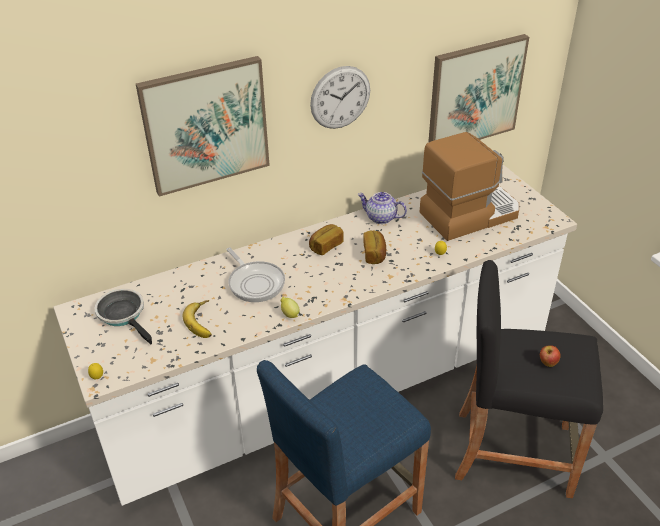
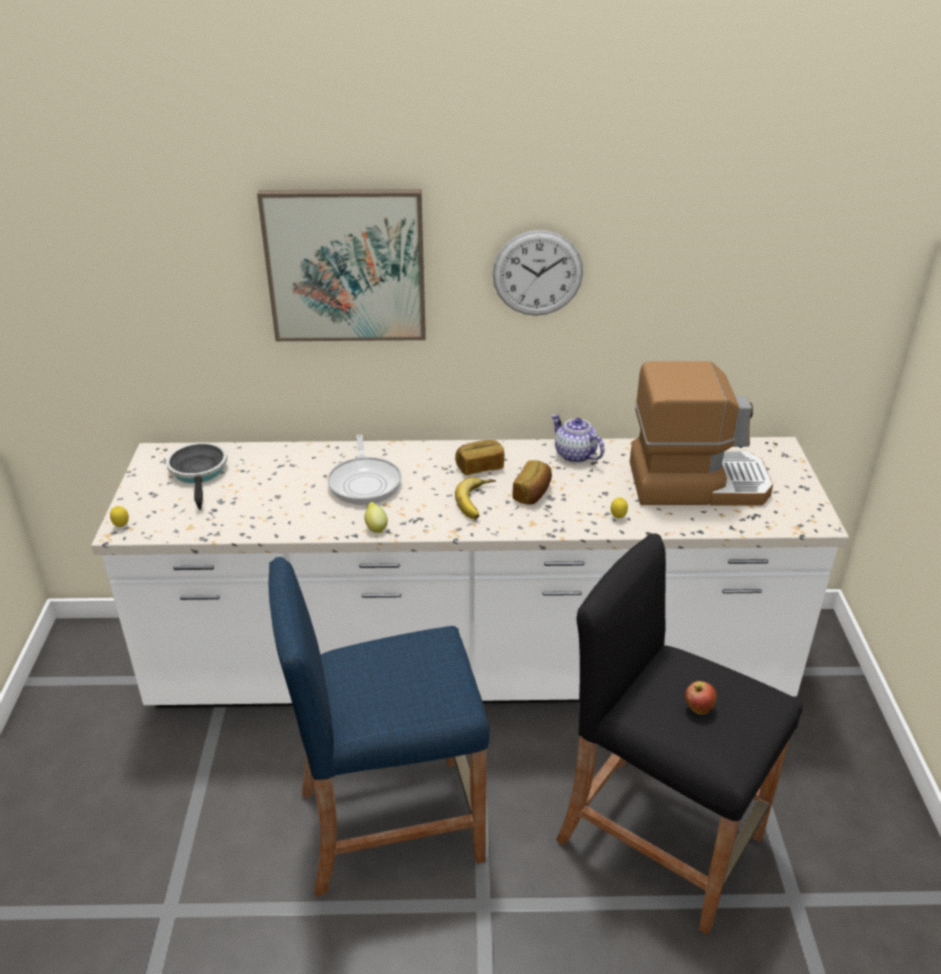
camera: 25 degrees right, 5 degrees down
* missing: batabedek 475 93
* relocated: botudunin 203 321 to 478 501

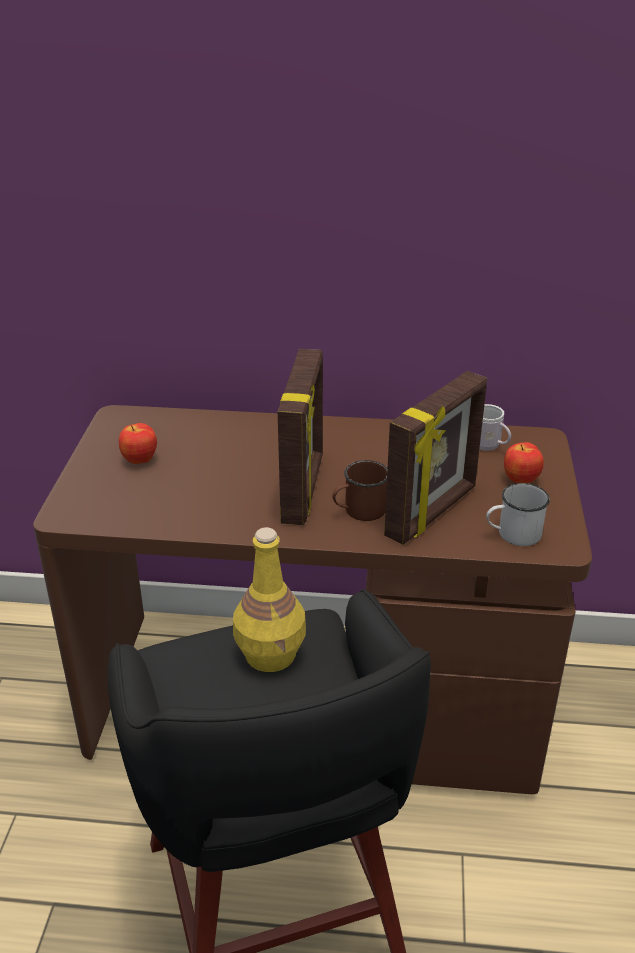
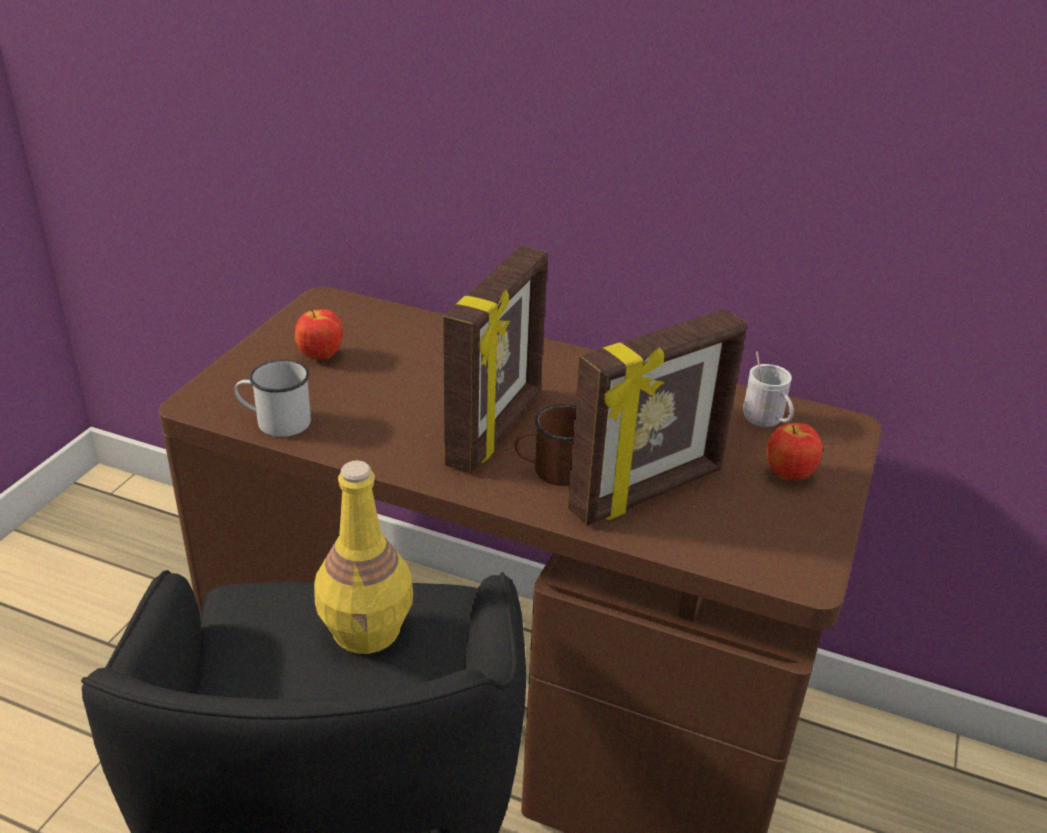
camera: 15 degrees right, 0 degrees up
* relocated: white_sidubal 513 534 to 275 422

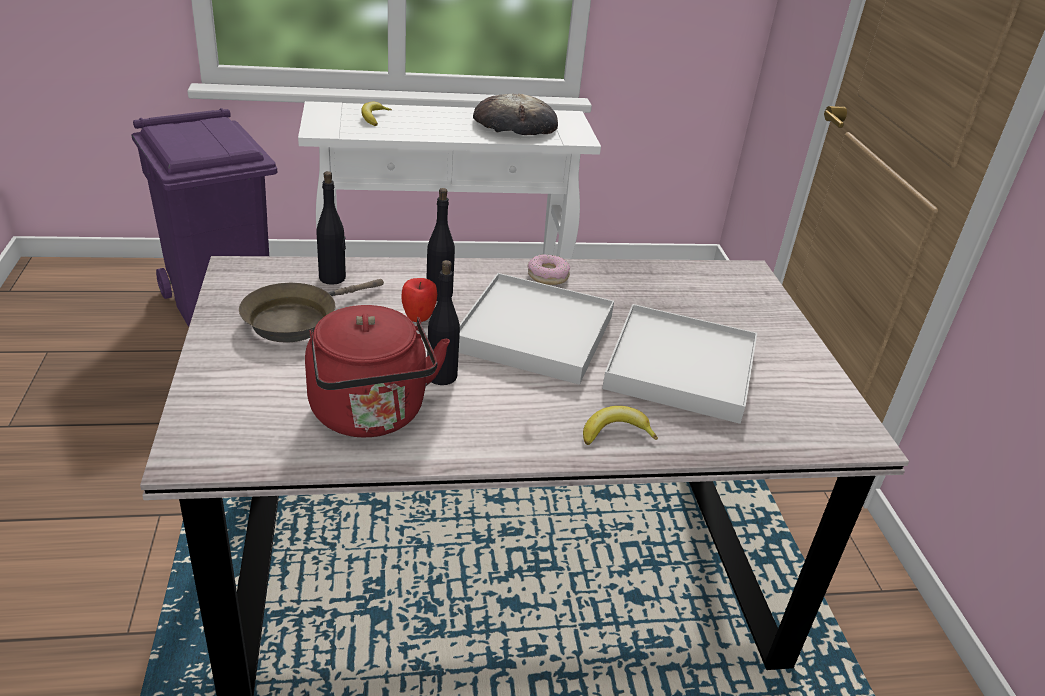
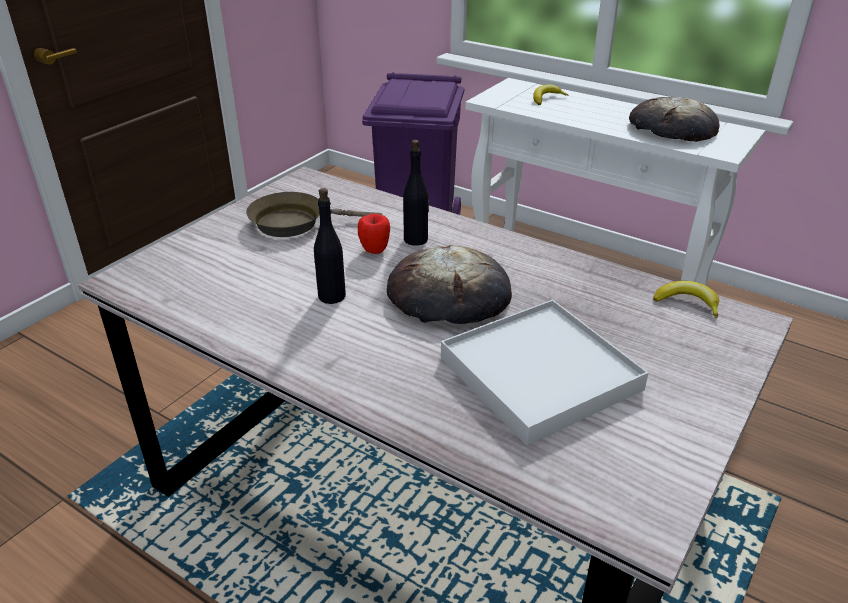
camera: 45 degrees right, 0 degrees up
* missing: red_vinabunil 371 415
* missing: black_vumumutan 332 278
* missing: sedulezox 548 276
* relocated: botudunin 615 432 to 687 303
* exchanged: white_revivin 535 333 to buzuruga 448 294

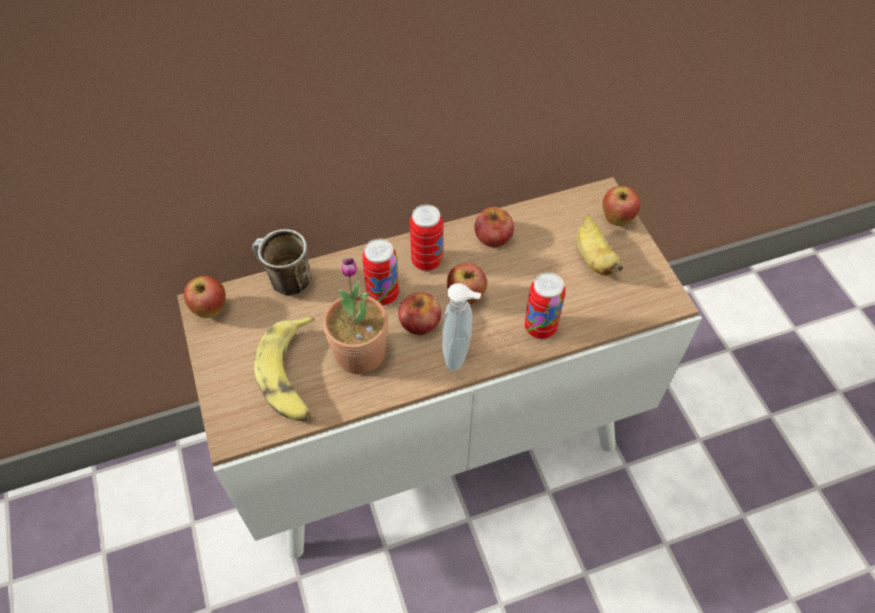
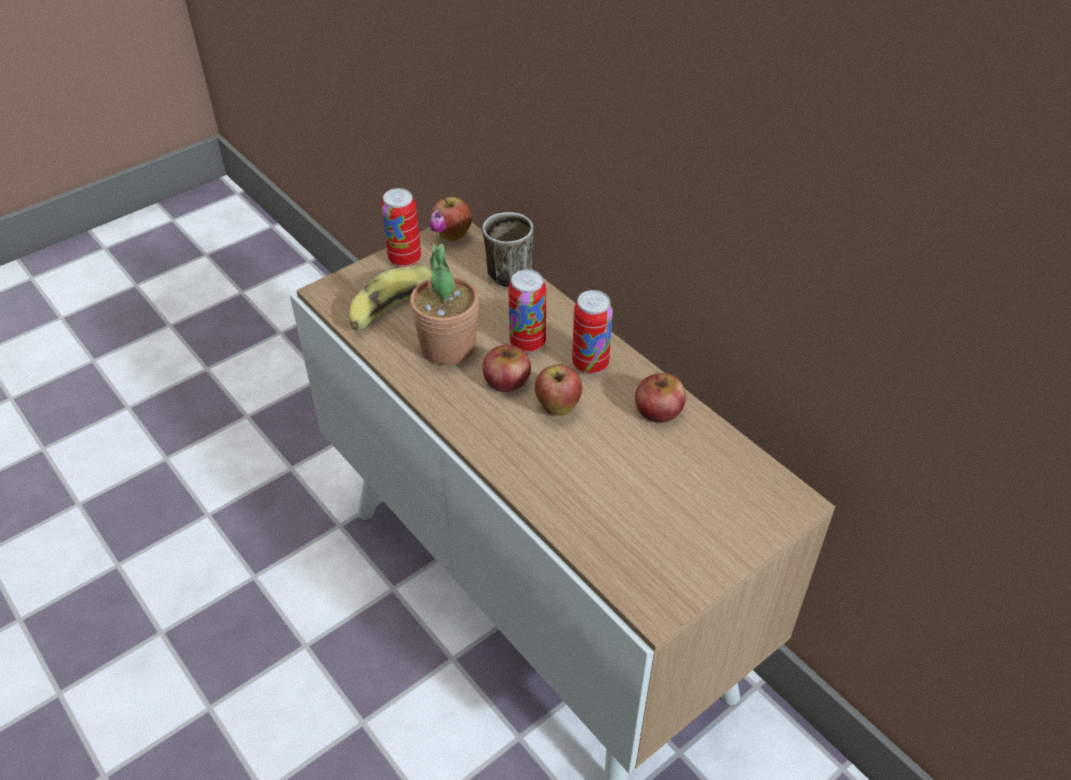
camera: 70 degrees right, 10 degrees down
* missing: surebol 459 354
* missing: botudunin 593 258
* missing: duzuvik 617 219
* relocated: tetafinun 540 327 to 405 259

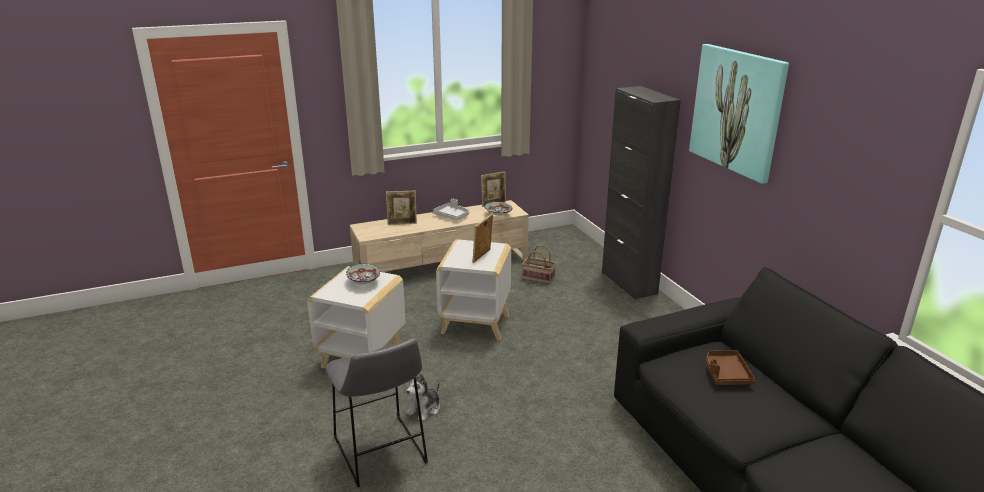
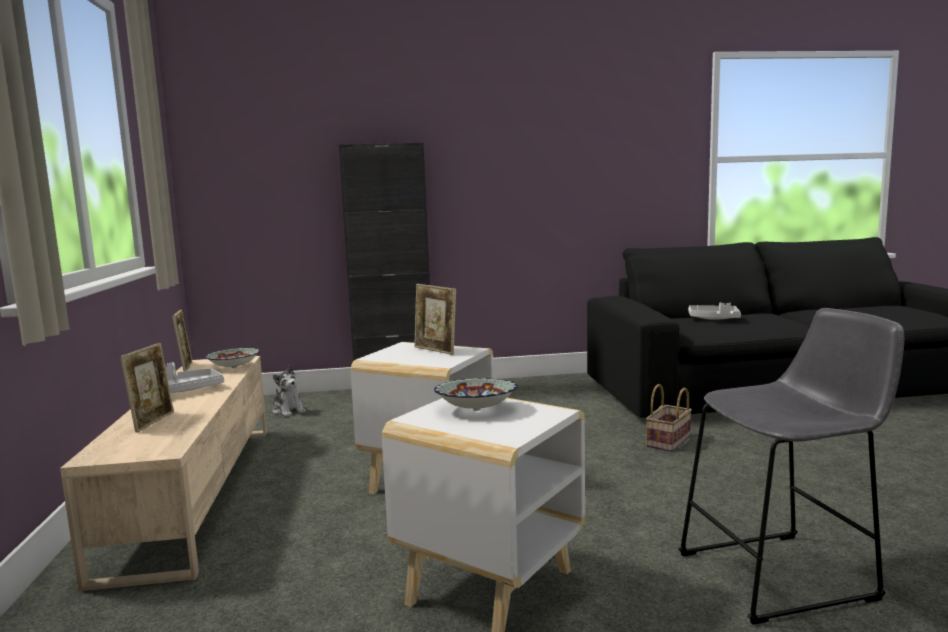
camera: 75 degrees left, 15 degrees down
* missing: batabedek 737 110
* relocated: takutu 424 409 to 288 411
* relocated: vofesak 537 279 to 669 442
* colour: brown_revivin 726 374 to grey_revivin 714 319

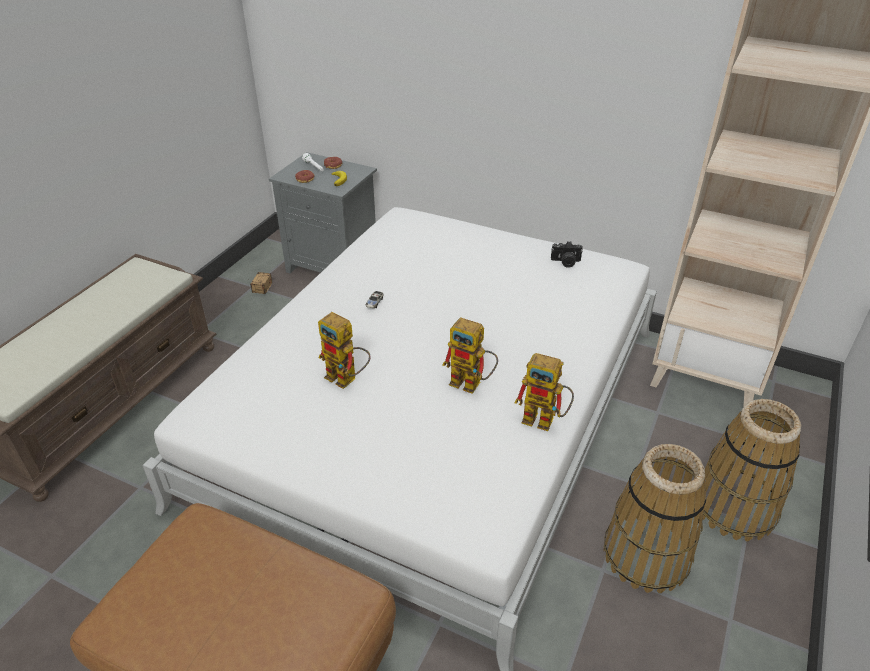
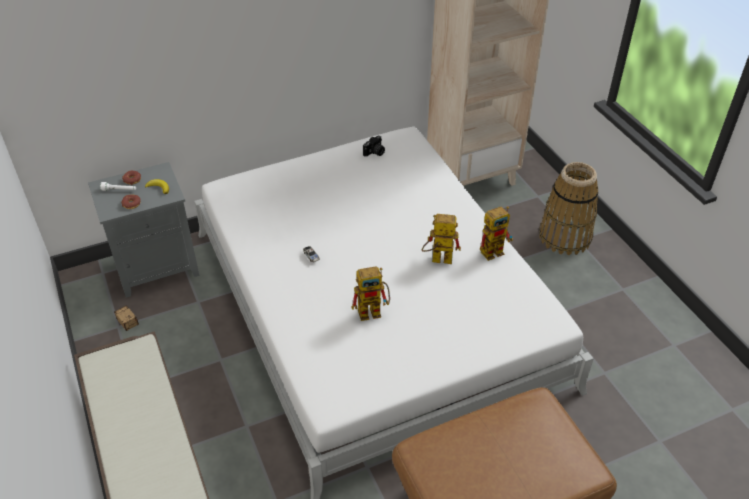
camera: 50 degrees left, 5 degrees up
* missing: vofesak 646 555
* spun: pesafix 472 384 = 437 259 150 degrees counterclockwise

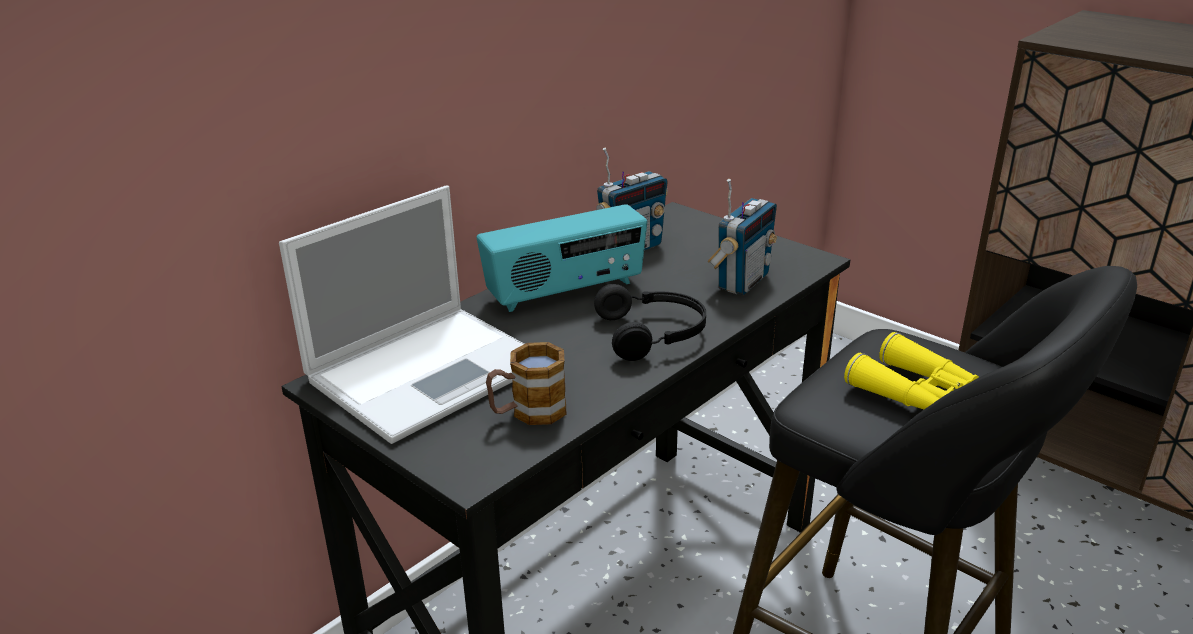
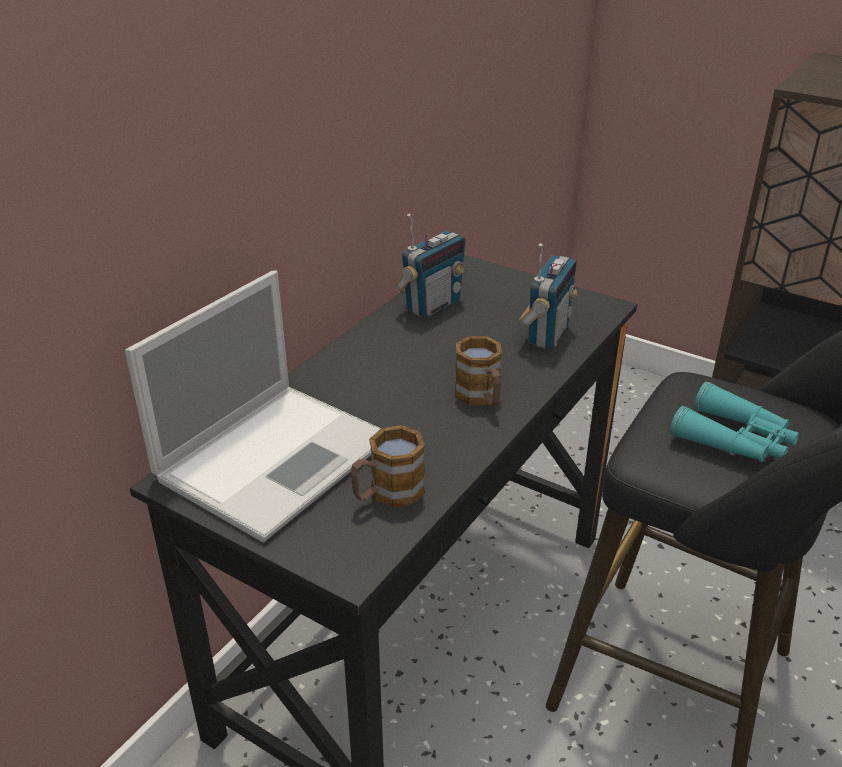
camera: 10 degrees left, 5 degrees up
* missing: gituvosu 566 292
* exchanged: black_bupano 653 334 to sidubal 481 398
* colour: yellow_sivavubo 917 394 to turquoise_sivavubo 735 440

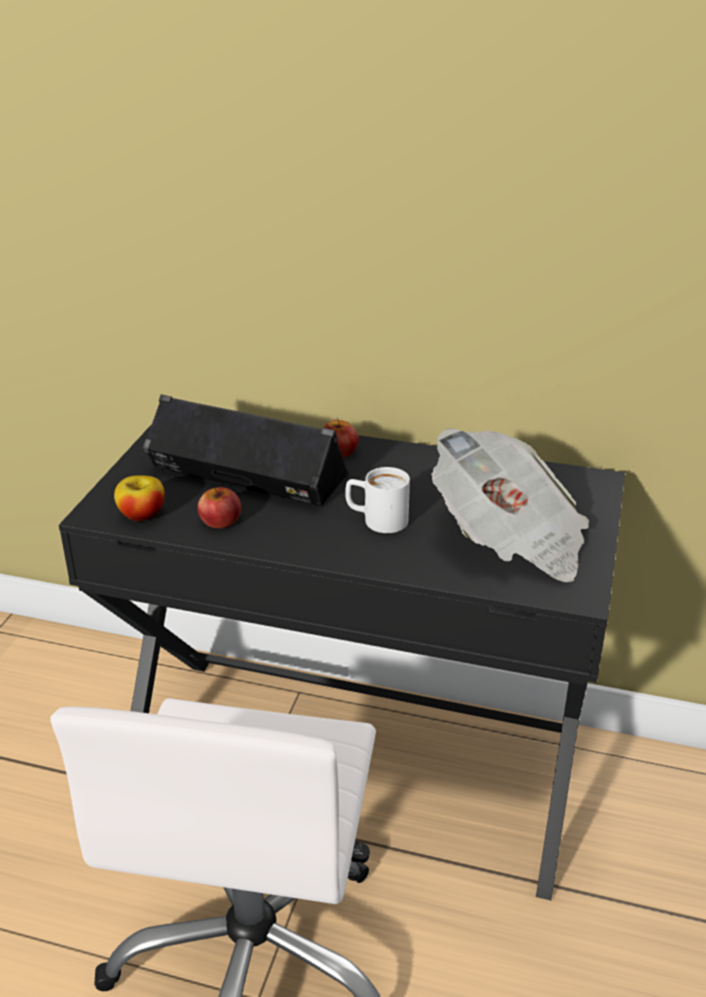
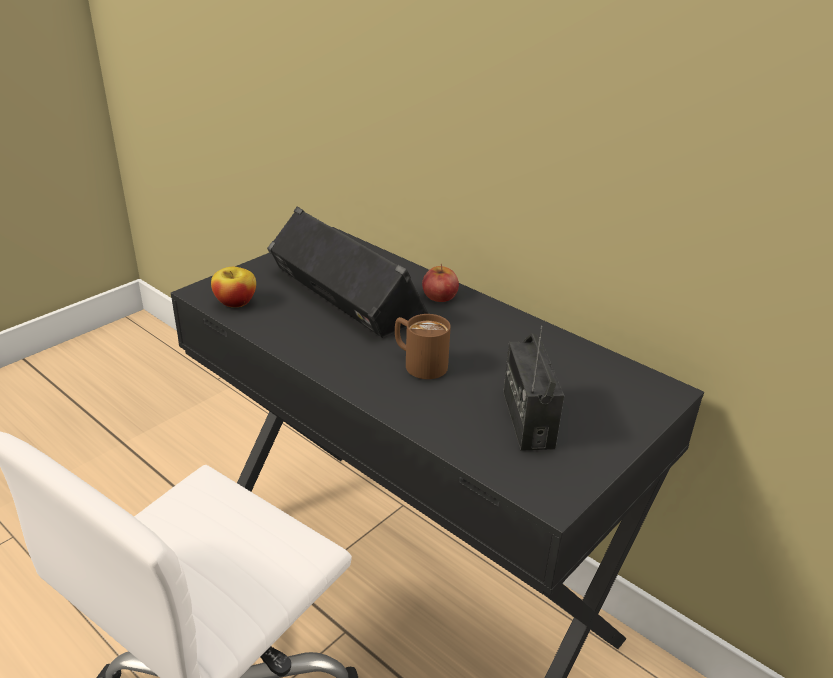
camera: 25 degrees right, 0 degrees up
* missing: duzuvik 220 520
* exchanged: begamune 510 540 to gituvosu 527 420
* colour: white_sidubal 376 520 to brown_sidubal 418 363

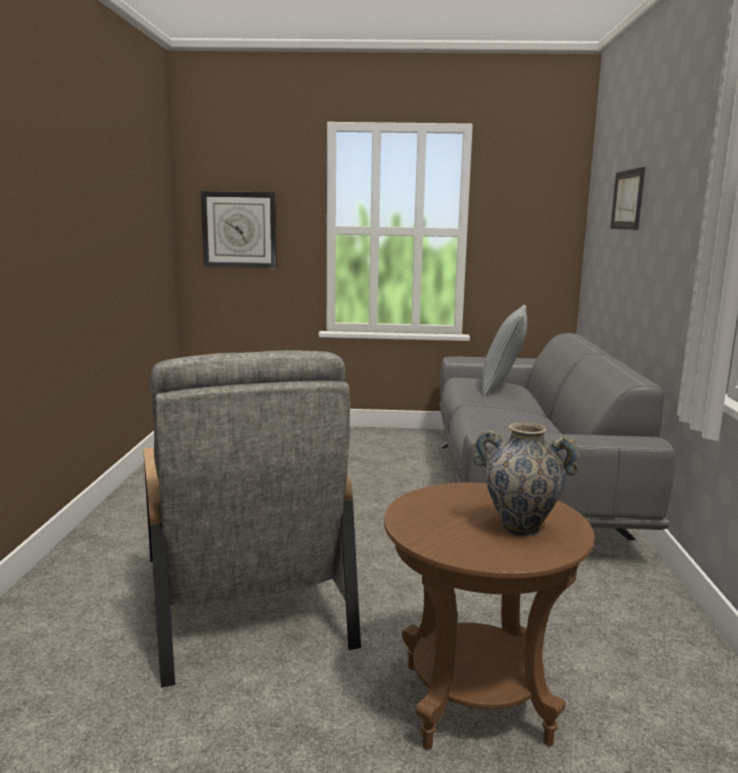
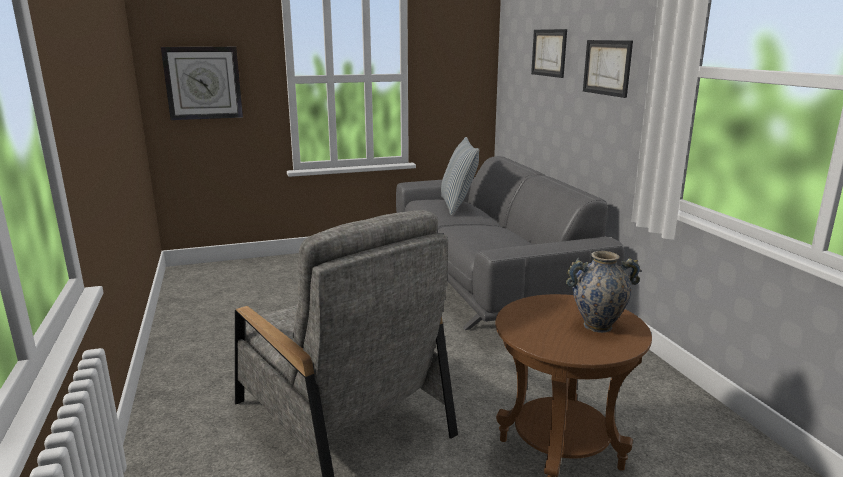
camera: 20 degrees left, 5 degrees up
* appeared: batabedek 607 67

